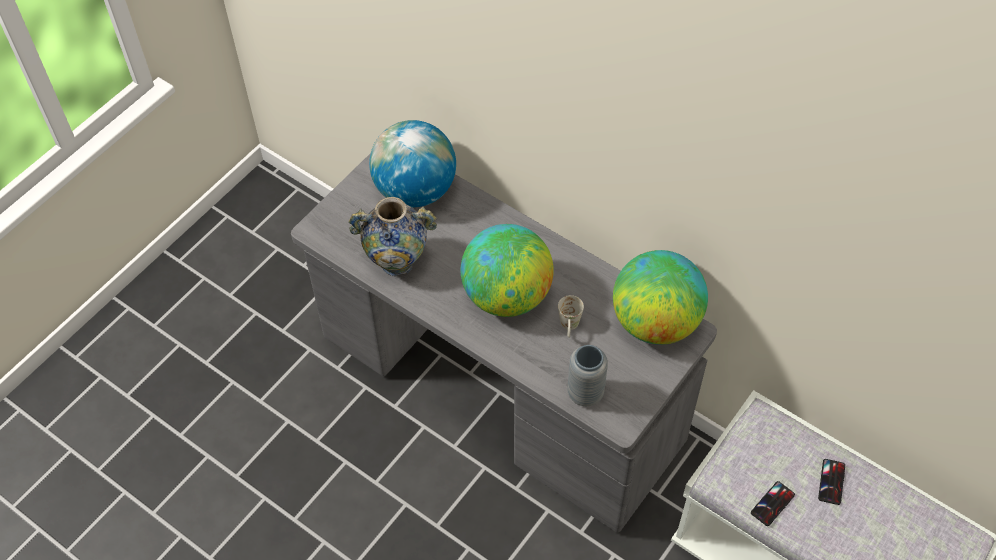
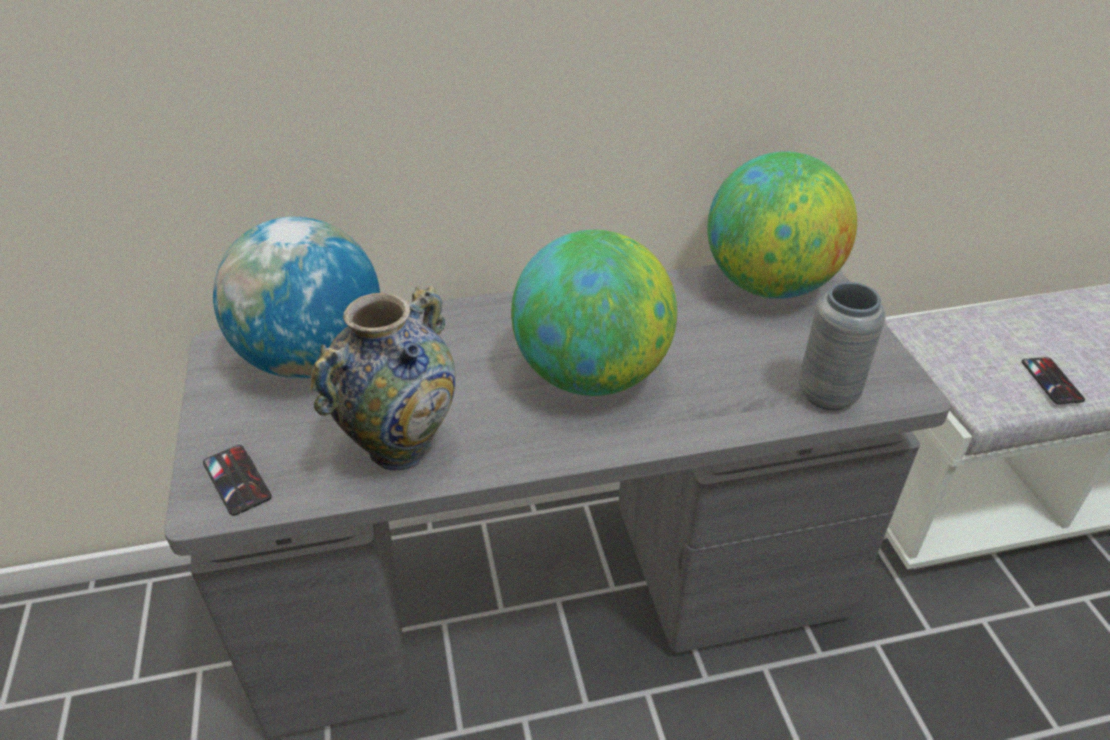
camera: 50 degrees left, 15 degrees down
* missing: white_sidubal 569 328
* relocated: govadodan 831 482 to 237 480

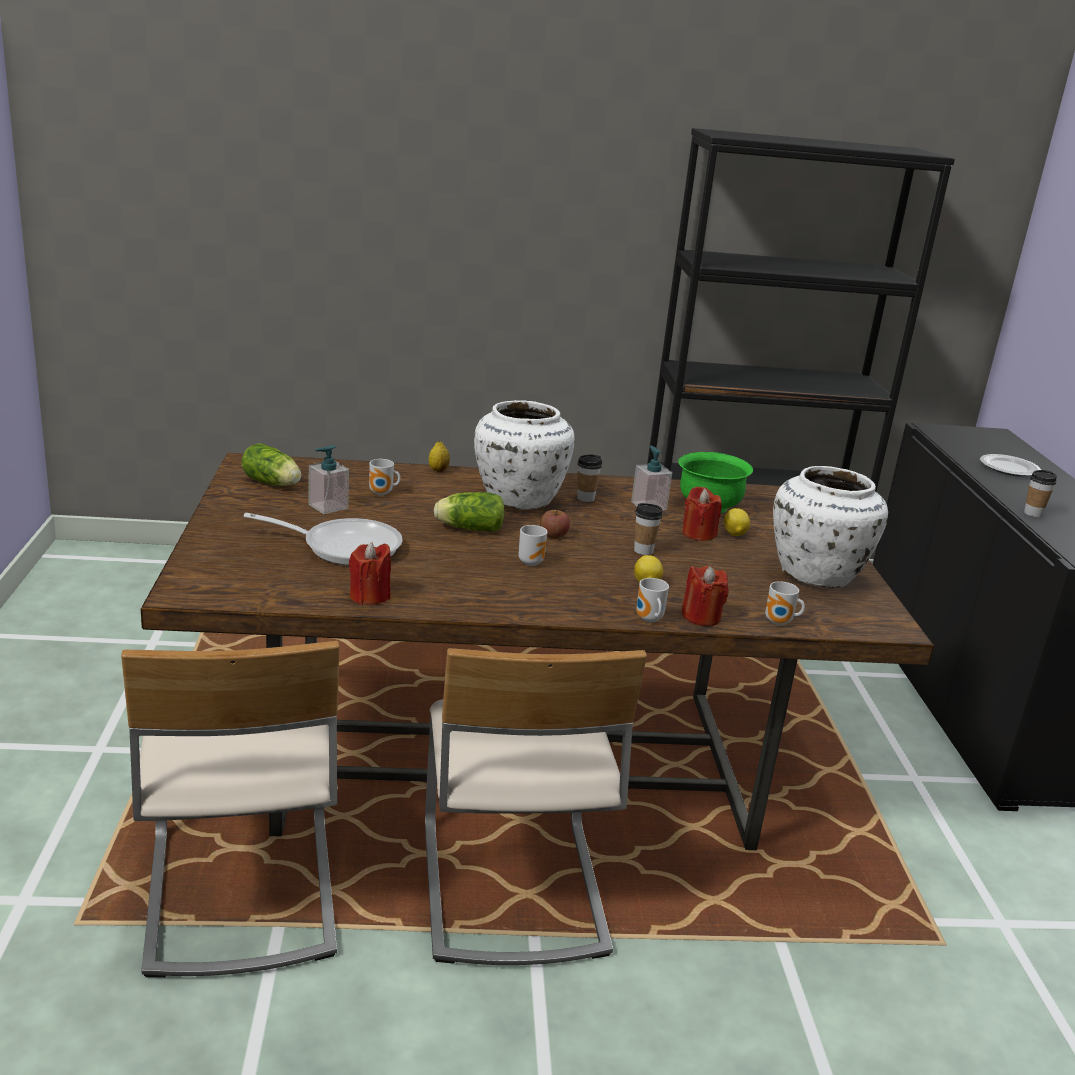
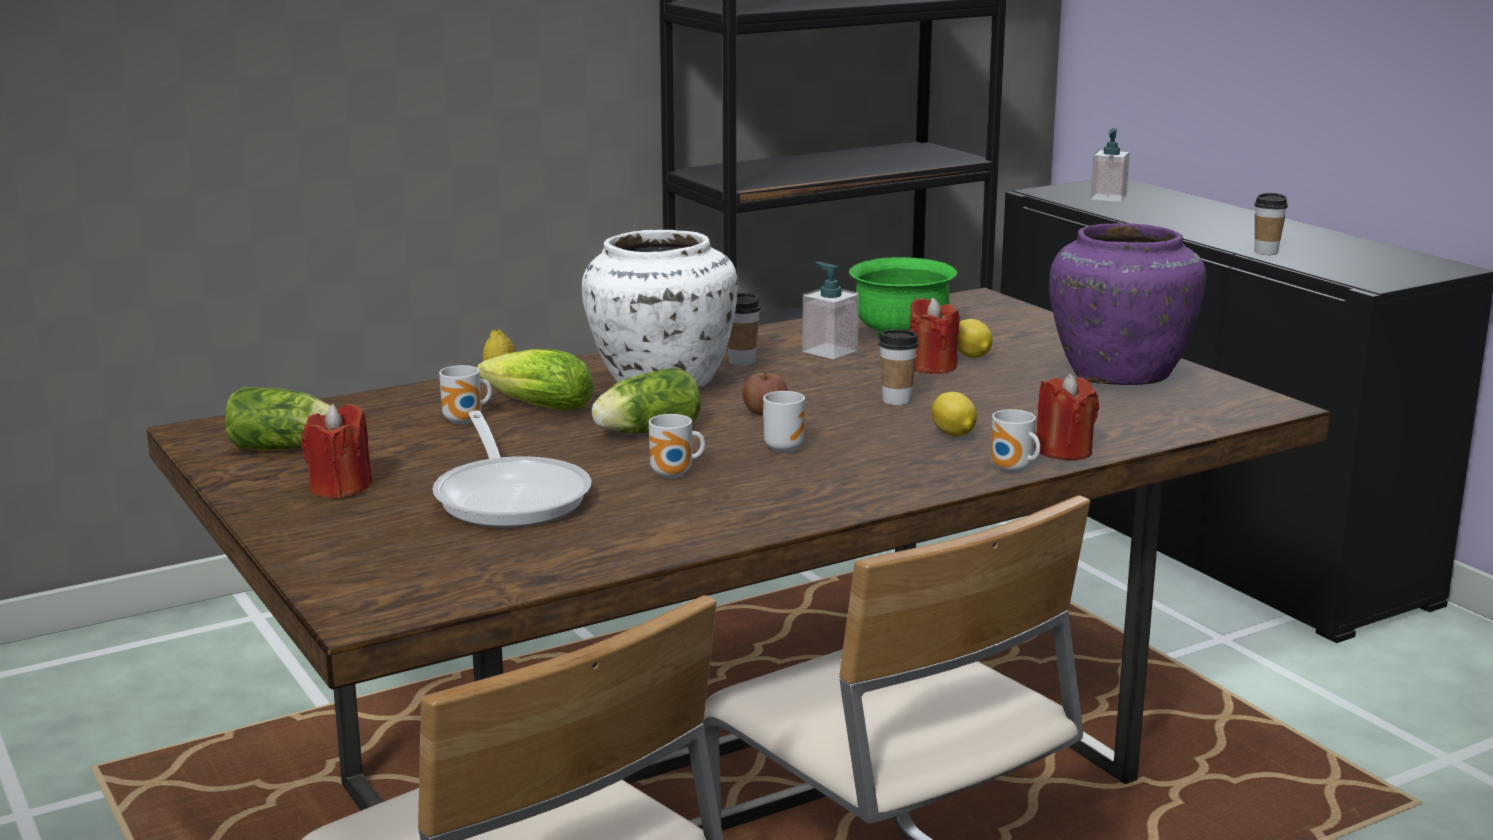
camera: 25 degrees left, 5 degrees down
* missing: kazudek 1008 468
* appeared: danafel 534 407
* relocated: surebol 328 506 to 1108 198
* relocated: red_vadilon 369 596 to 340 488
* relocated: sidubal 779 623 to 674 475
* colour: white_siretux 817 575 to purple_siretux 1120 375
* spun: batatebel 344 547 = 511 496 90 degrees clockwise

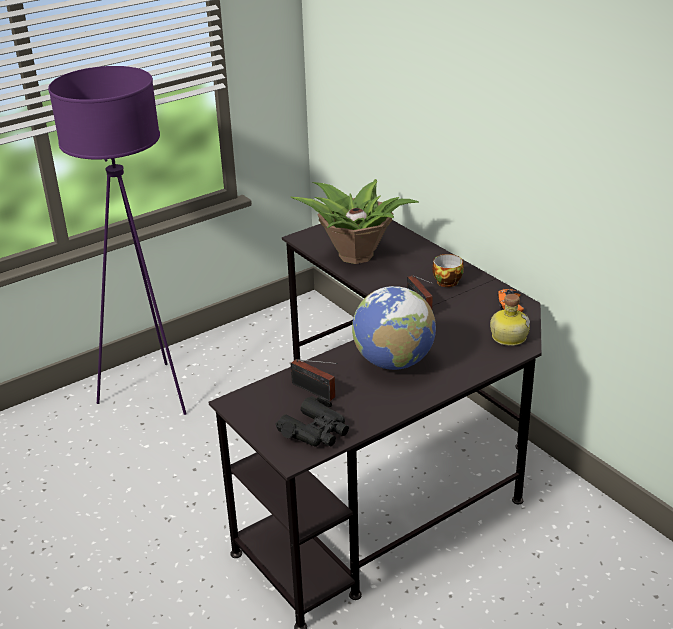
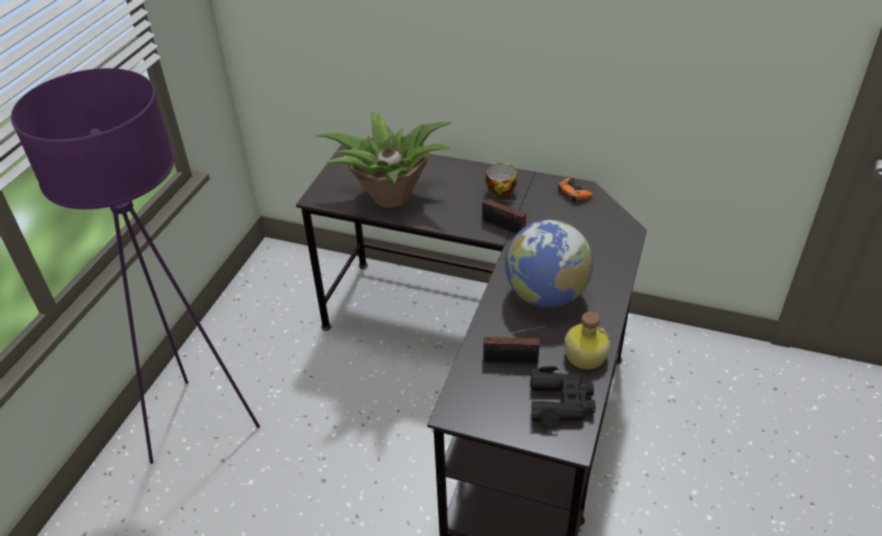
camera: 35 degrees left, 10 degrees up
* relocated: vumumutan 508 336 to 584 354

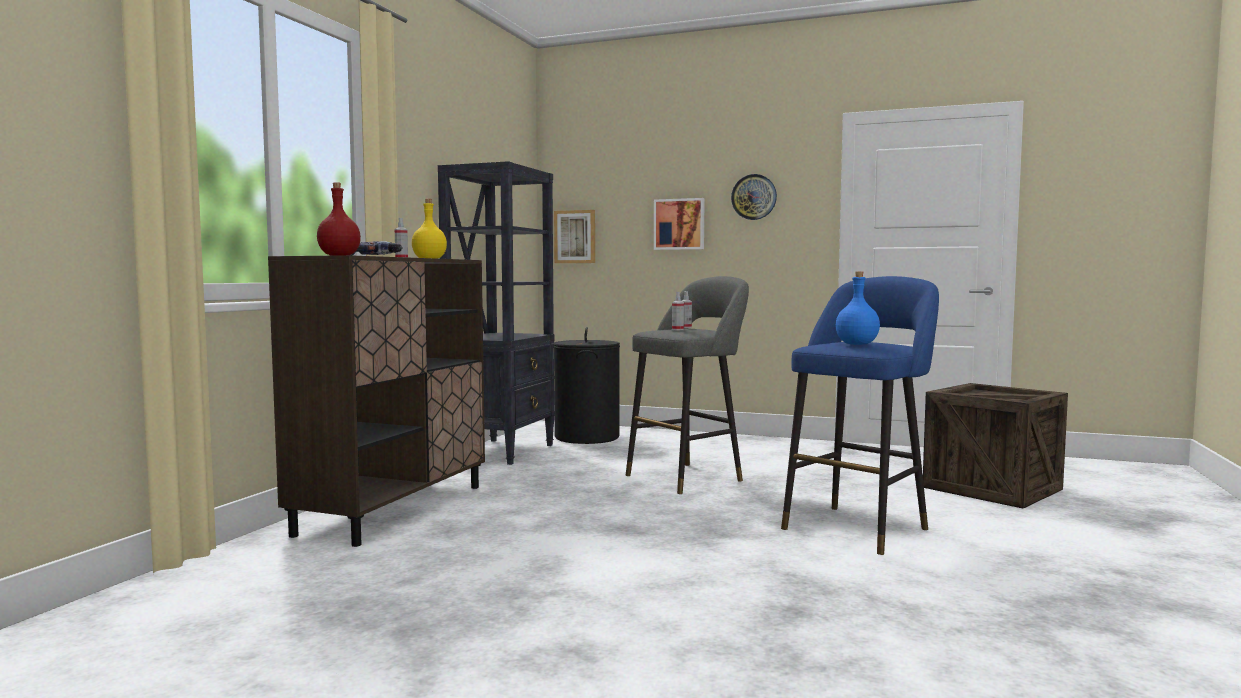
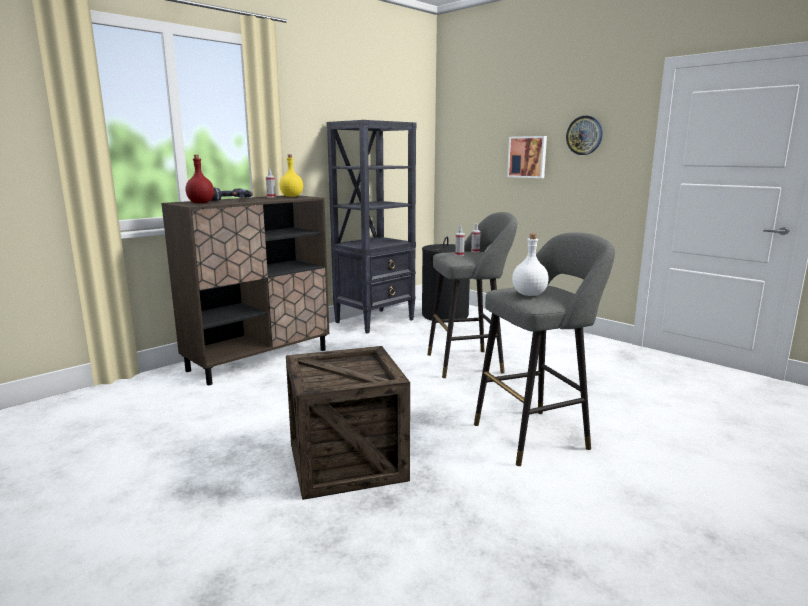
camera: 25 degrees right, 10 degrees up
* missing: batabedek 575 237
* relocated: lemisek 992 488 to 346 461
* colour: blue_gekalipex 859 527 to grey_gekalipex 536 435
* colour: blue_vumumutan 857 344 to white_vumumutan 529 294

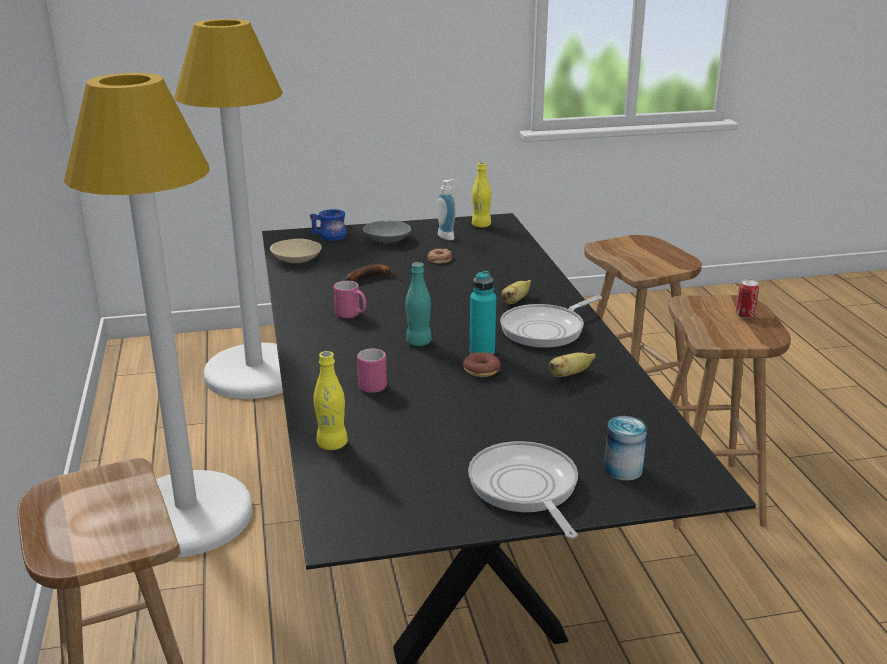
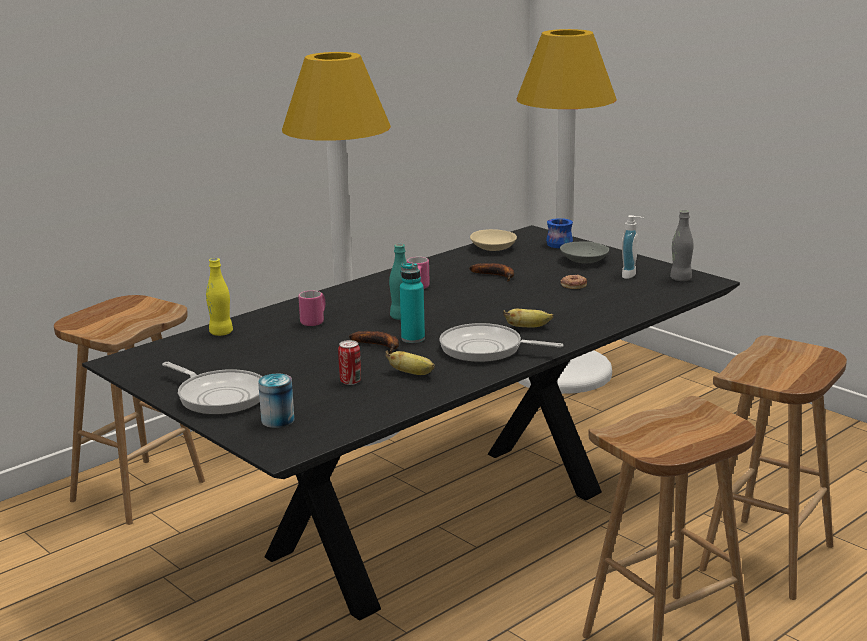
camera: 60 degrees right, 5 degrees down
* relocated: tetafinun 744 315 to 350 381
* exchanged: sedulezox 481 370 to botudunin 380 346
* colour: yellow_vumumutan 481 225 to grey_vumumutan 680 279
* spun: batatebel 525 488 = 219 396 90 degrees clockwise

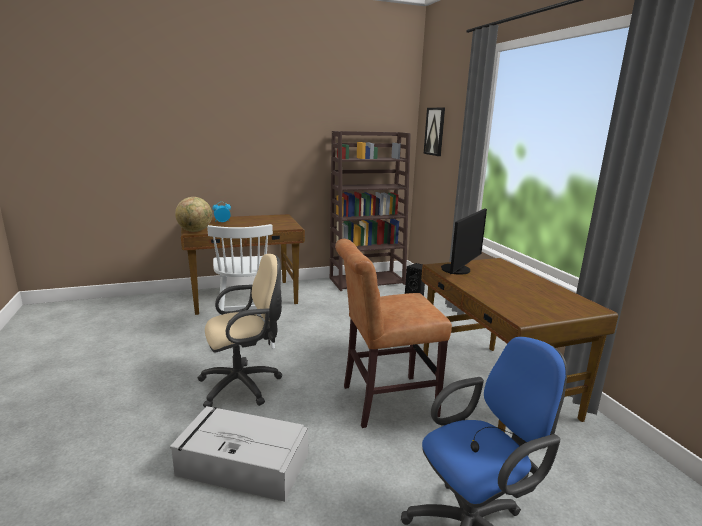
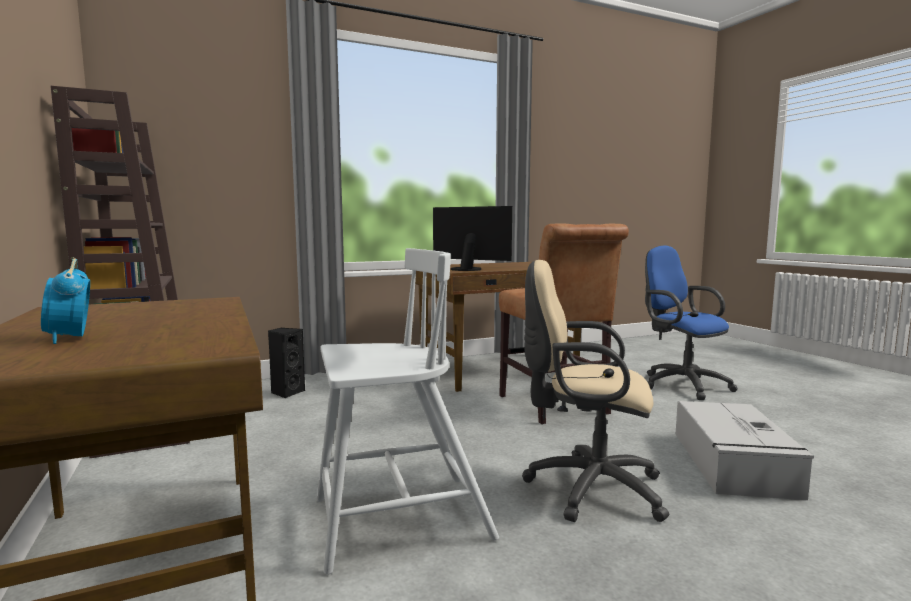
camera: 95 degrees left, 10 degrees down
* missing: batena 195 231
* missing: batabedek 435 131
* spun: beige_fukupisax 244 385 = 587 488 45 degrees counterclockwise

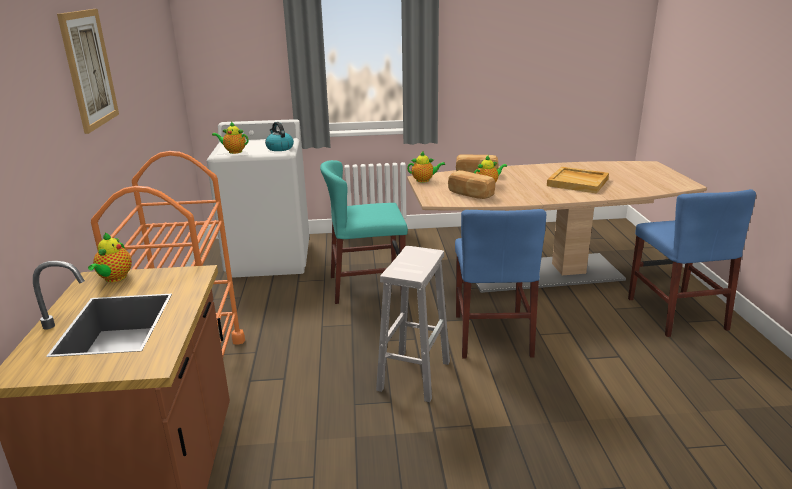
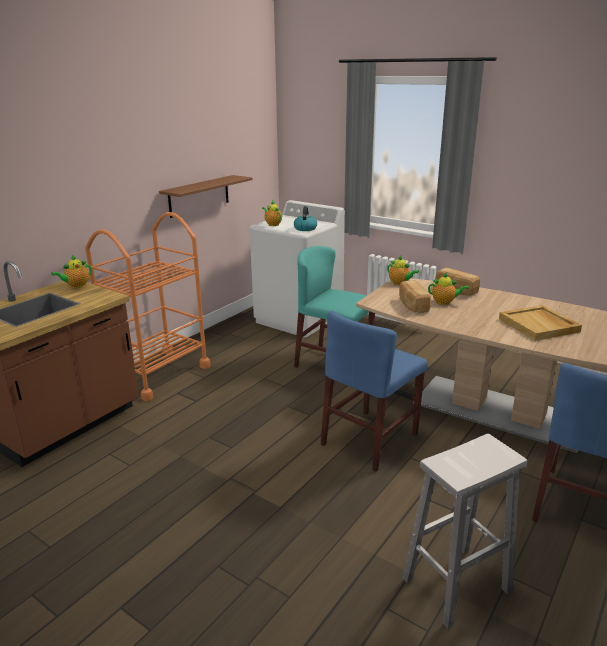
camera: 40 degrees right, 0 degrees up
* missing: batabedek 89 69
* appeared: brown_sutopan 199 196
* relocated: white_gekalipex 414 375 to 457 583

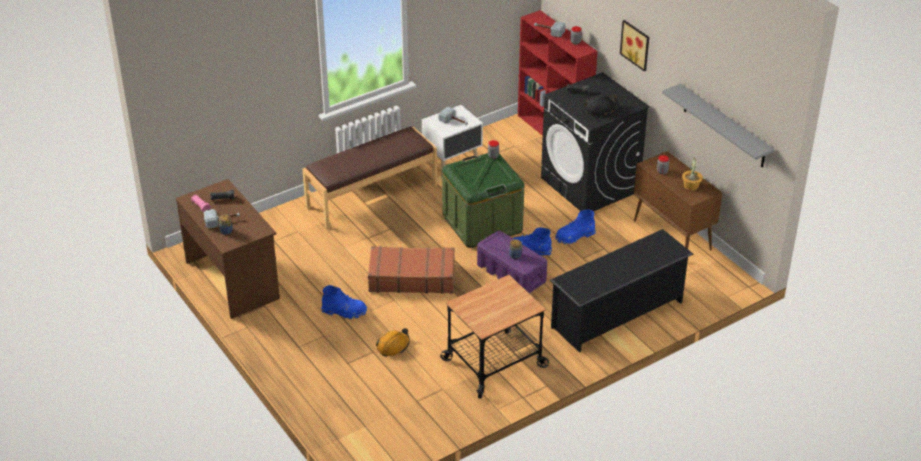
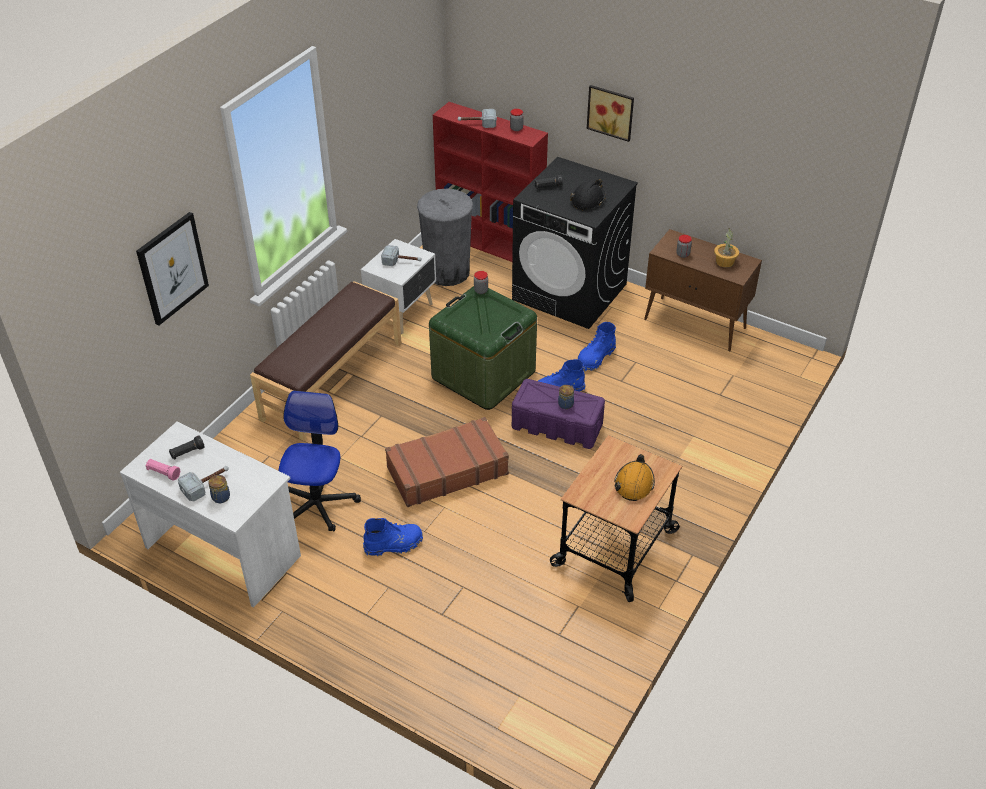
camera: 25 degrees left, 5 degrees up
* missing: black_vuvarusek 617 315
* missing: grey_sutopan 724 126
* appeared: batabedek 172 268
* appeared: fukupisax 317 504
* appeared: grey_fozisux 447 272
* relocated: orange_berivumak 393 346 to 634 483
* colour: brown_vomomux 233 279 to white_vomomux 223 550

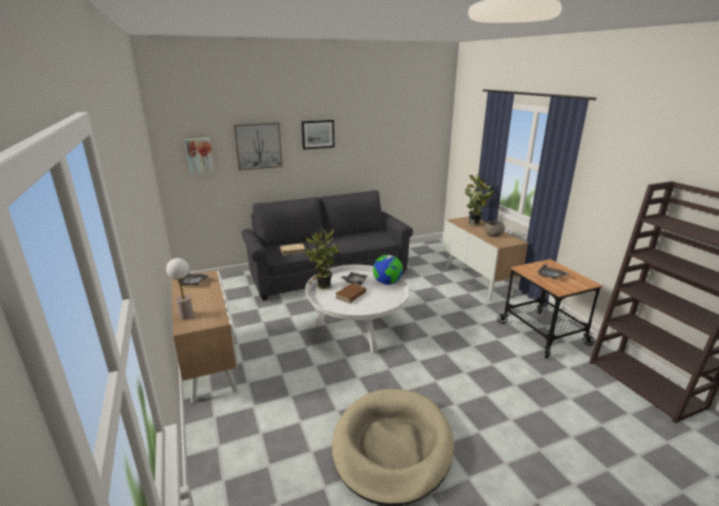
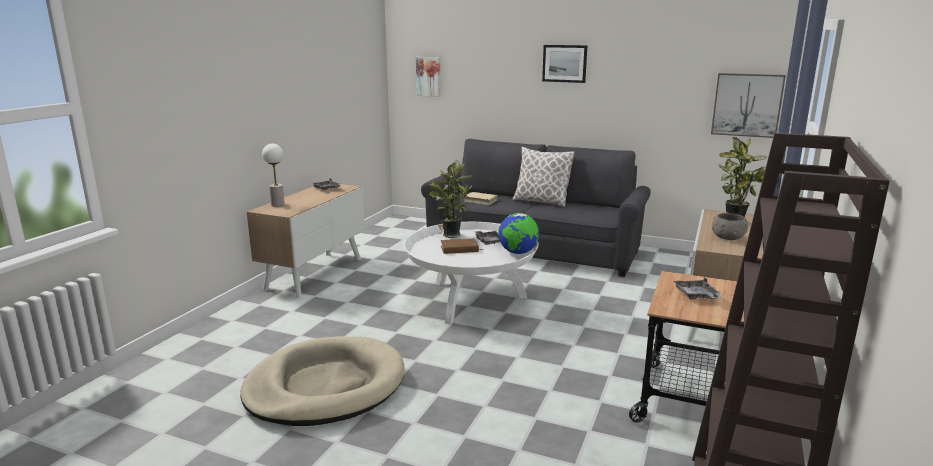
camera: 45 degrees right, 5 degrees down
* appeared: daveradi 541 201
* relocated: batabedek 258 146 to 747 105

